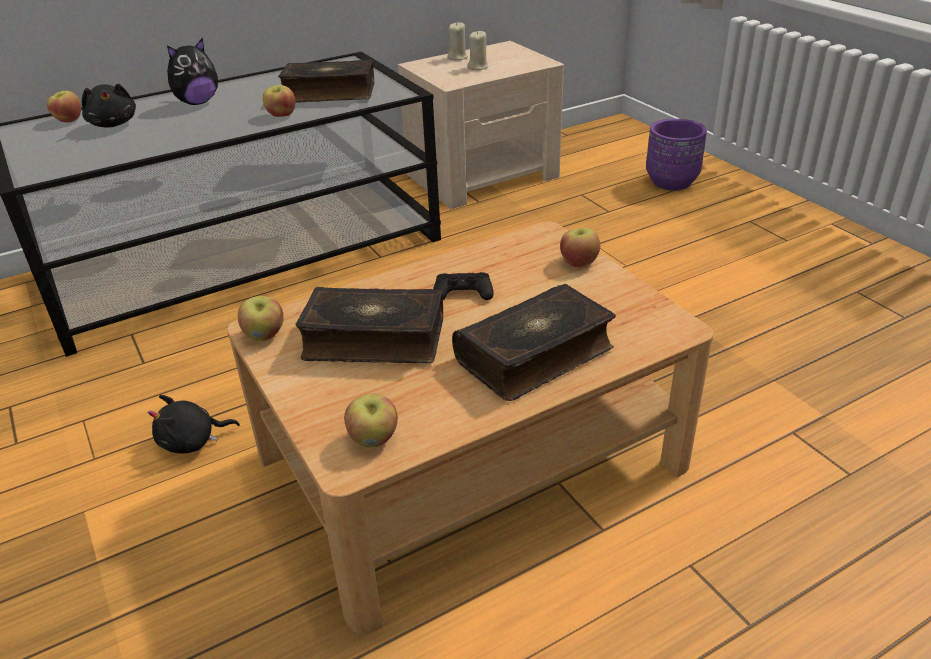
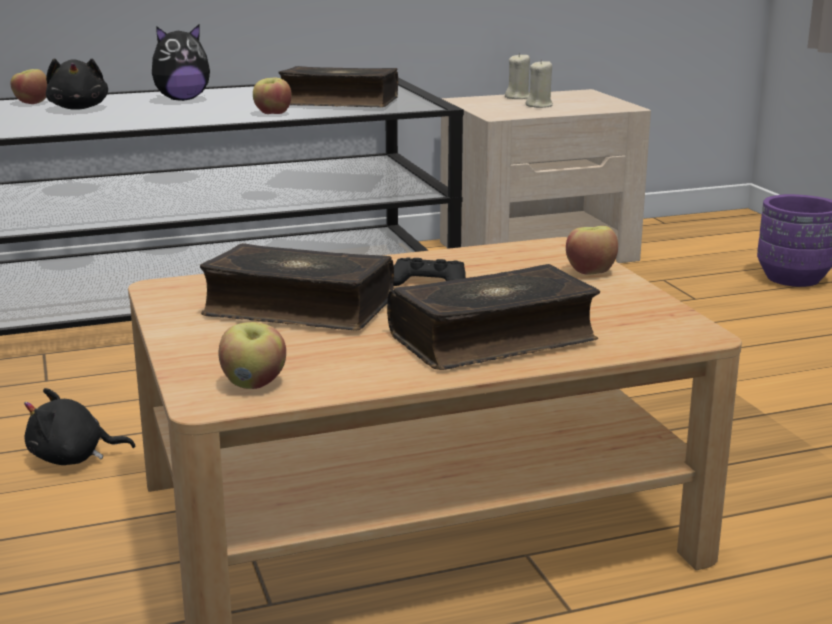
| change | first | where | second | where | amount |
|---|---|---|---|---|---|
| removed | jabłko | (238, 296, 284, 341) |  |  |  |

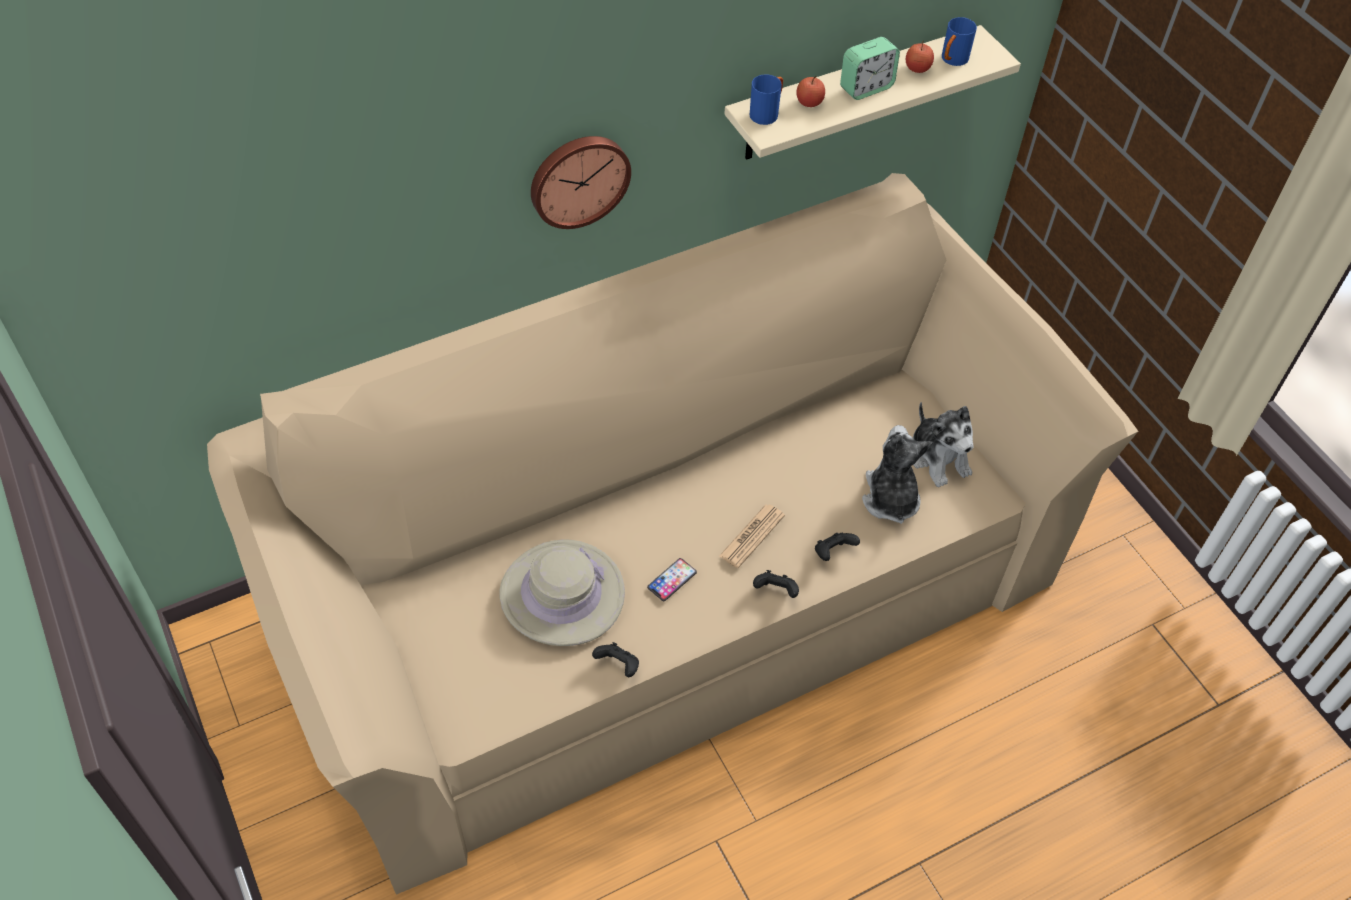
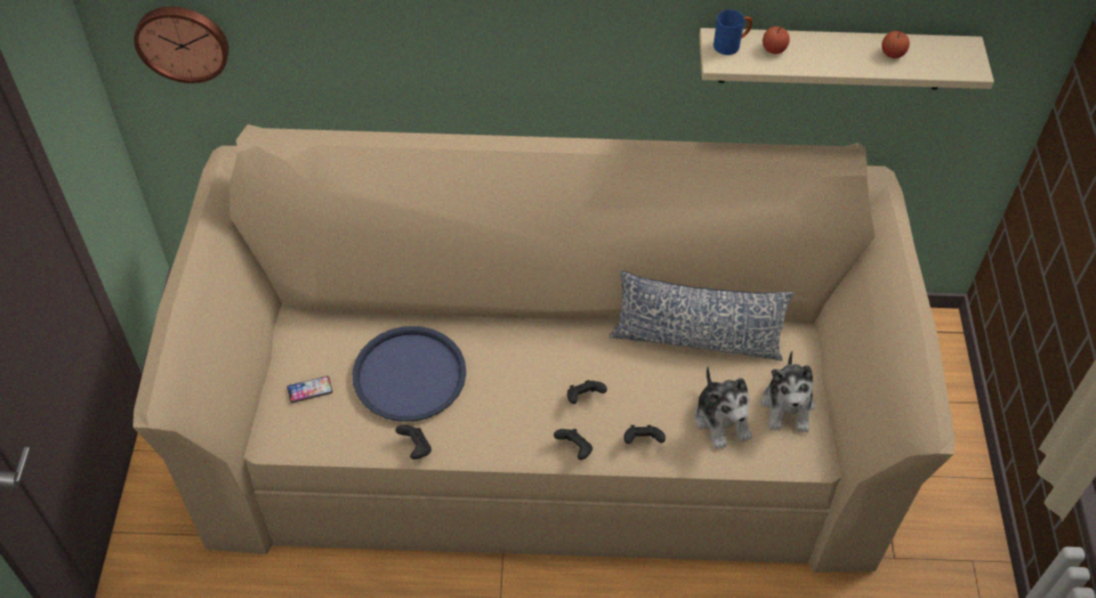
| change | first | where | second | where | amount |
|---|---|---|---|---|---|
| moved | zegar ścienny | (531, 136, 631, 229) |  | (134, 7, 229, 83) |  |
| moved | telefon | (647, 558, 697, 601) |  | (287, 376, 333, 403) |  |
| replaced | kapelusz (beżowy) | (499, 539, 625, 646) | taca (niebieski) | (352, 326, 466, 422) |  |
| replaced | gazeta | (719, 504, 785, 568) | pad do gier (czarny) | (567, 380, 607, 404) |  |
| added |  |  | poduszka | (609, 271, 794, 361) |  |
| turned | pluszak | (862, 425, 932, 524) |  | (694, 366, 752, 450) | 135 degrees clockwise |
| removed | budzik | (840, 37, 900, 100) |  |  |  |
| removed | kubek (niebieski) | (942, 17, 977, 66) |  |  |  |

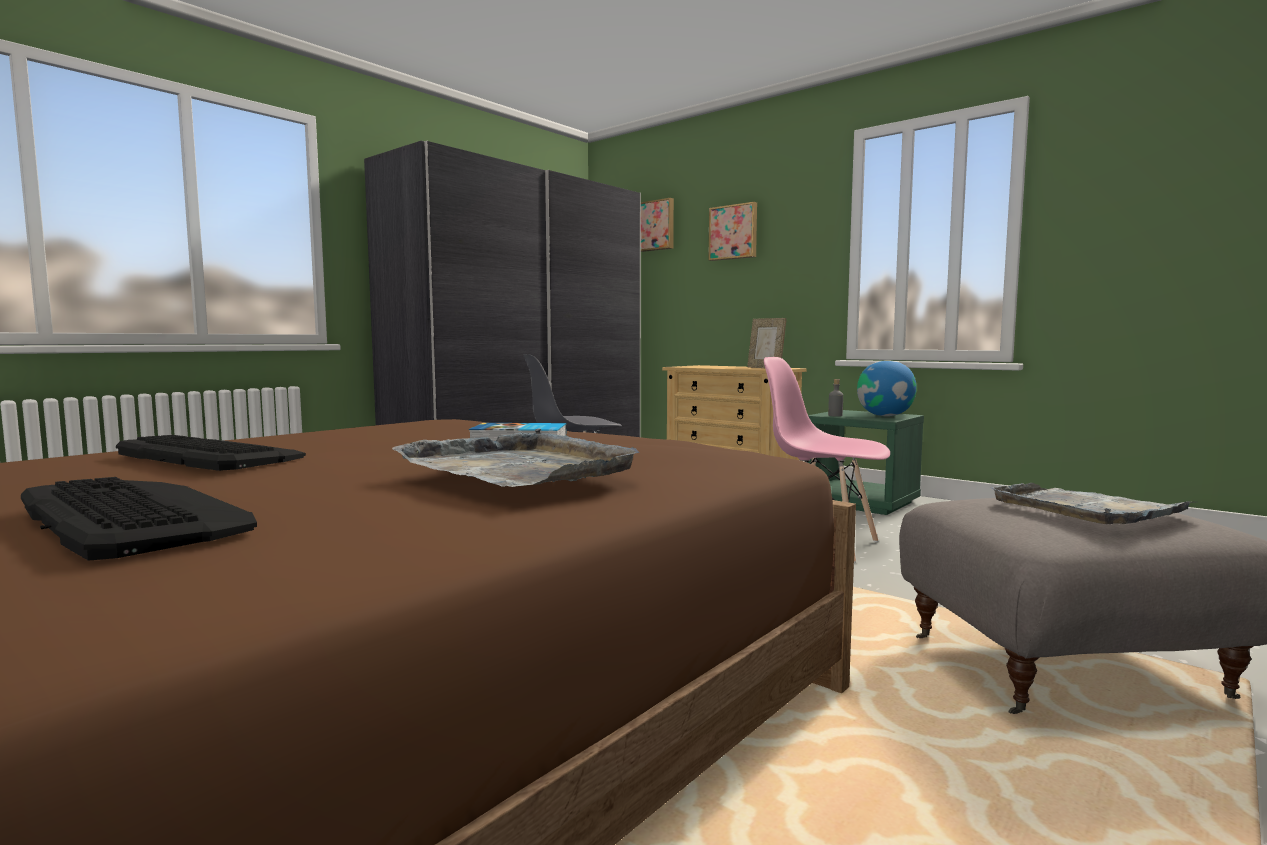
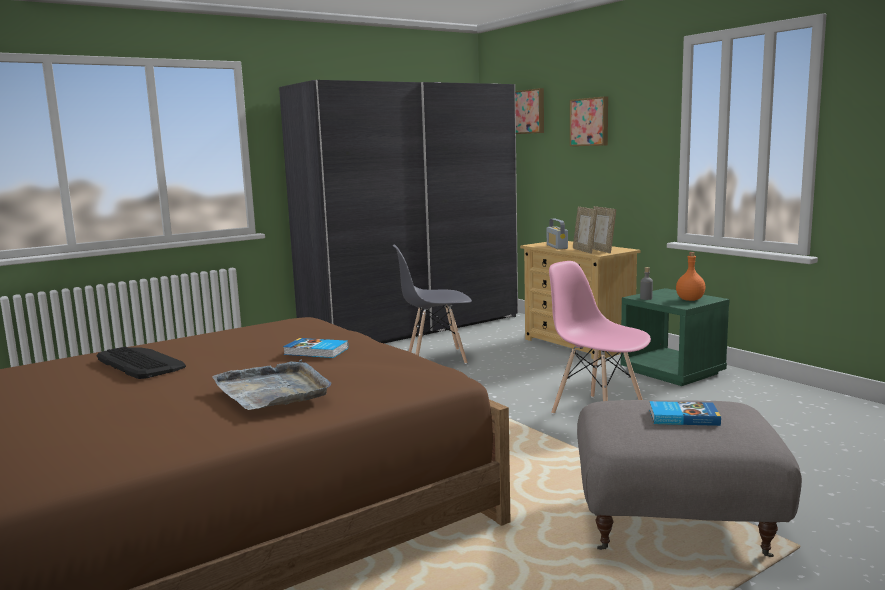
| change | first | where | second | where | amount |
|---|---|---|---|---|---|
| added |  |  | radio | (547, 219, 568, 249) |  |
| added |  |  | ramka na zdjęcie | (573, 207, 597, 254) |  |
| replaced | taca (szary) | (990, 483, 1196, 524) | książka | (649, 401, 721, 426) |  |
| replaced | globus | (857, 360, 917, 416) | butelka (pomarańczowy) | (676, 252, 706, 301) |  |
| removed | klawiatura | (21, 477, 257, 561) |  |  |  |

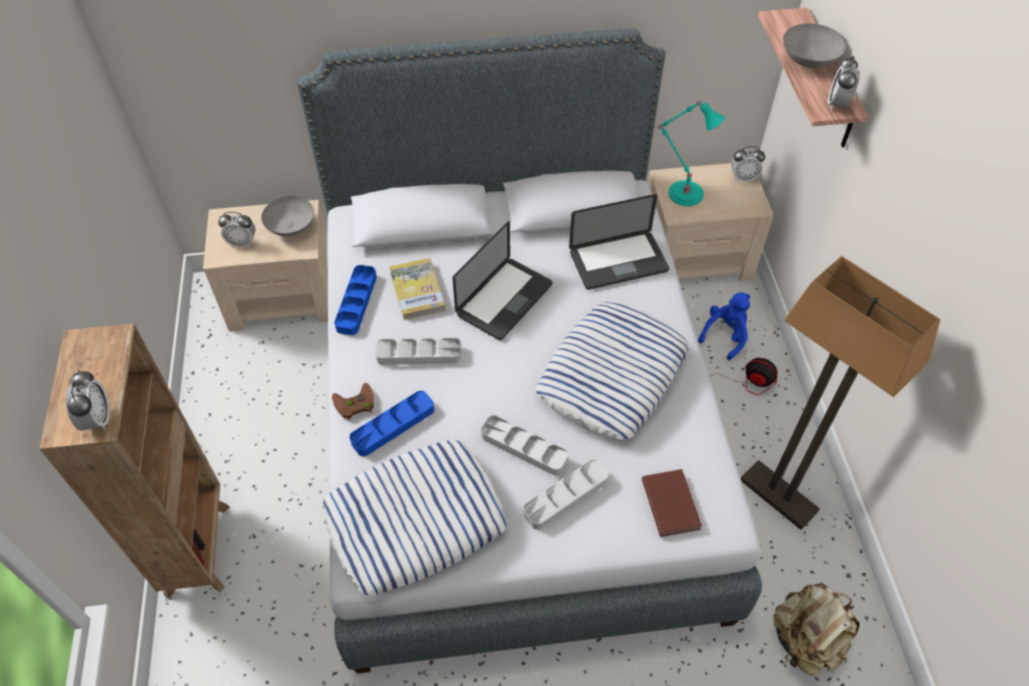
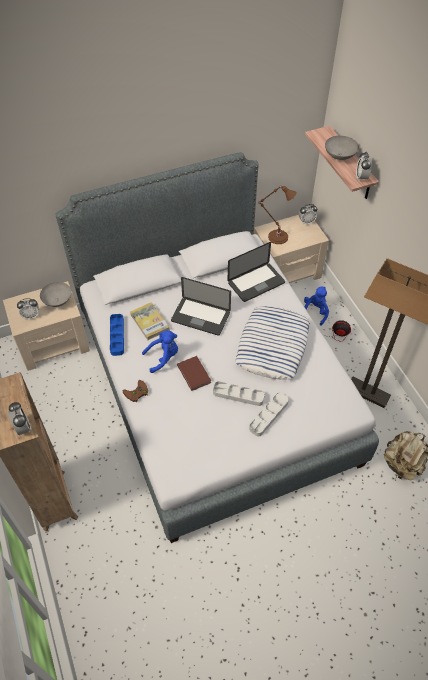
| change | first | where | second | where | amount |
|---|---|---|---|---|---|
| replaced | taca (szary) | (375, 338, 462, 365) | pluszak (niebieski) | (142, 330, 178, 373) |  |
| turned | laptop | (453, 221, 552, 340) |  | (171, 277, 231, 336) | 90 degrees clockwise |
| moved | książka (brązowy) | (642, 469, 702, 537) |  | (177, 356, 211, 391) |  |
| recoloured | lampa stołowa (turkusowy) | (657, 100, 725, 206) | lampa stołowa (brązowy) | (258, 185, 296, 244) |  |
| removed | poduszka | (323, 440, 507, 596) |  |  |  |
| removed | taca (niebieski) | (350, 391, 434, 456) |  |  |  |

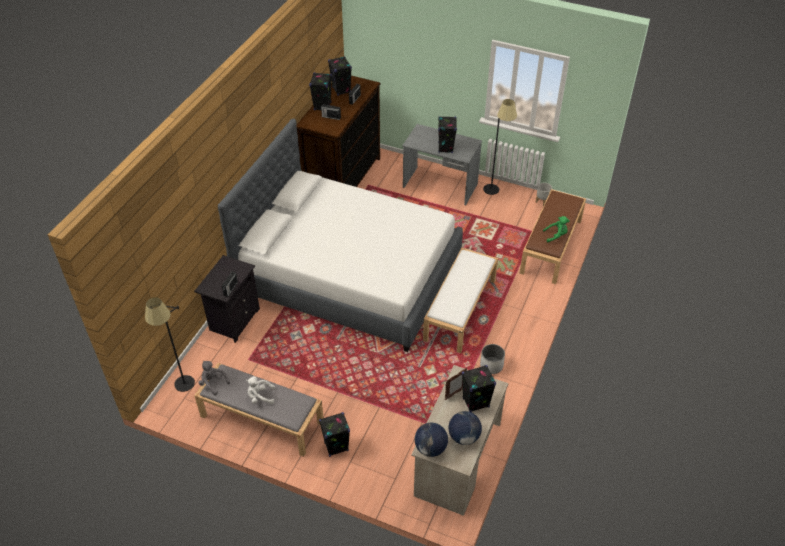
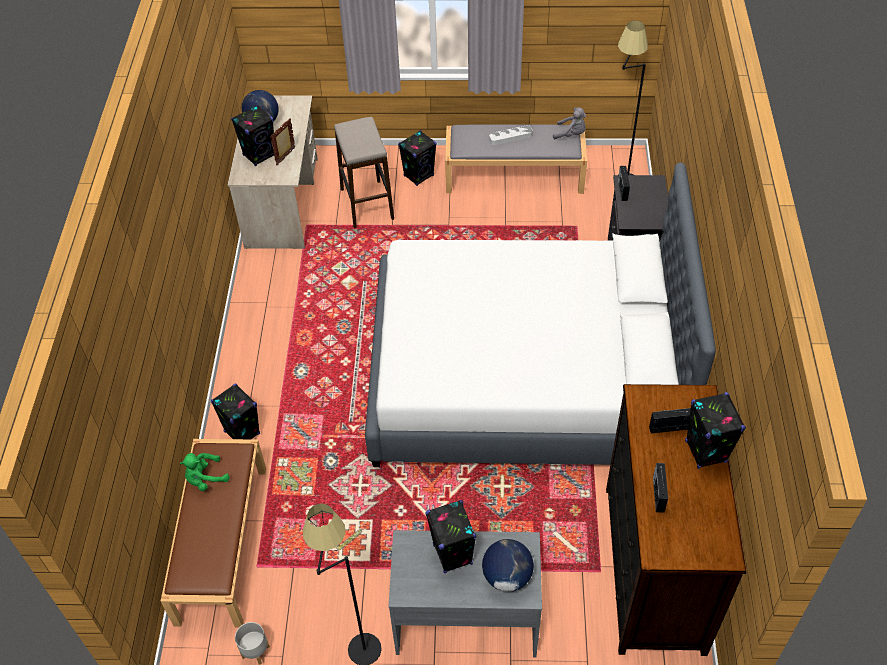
| change | first | where | second | where | amount |
|---|---|---|---|---|---|
| moved | głośnik (czarny) | (328, 56, 352, 96) |  | (211, 384, 260, 439) |  |
| added |  |  | stołek | (334, 117, 394, 228) |  |
| moved | globus | (414, 422, 448, 457) |  | (482, 539, 534, 592) |  |
| replaced | pluszak (biały) | (246, 376, 275, 404) | taca (szary) | (489, 125, 533, 145) |  |
| removed | ławka (biały) | (423, 248, 498, 353) |  |  |  |
| removed | donica (biały) | (480, 344, 505, 374) |  |  |  |

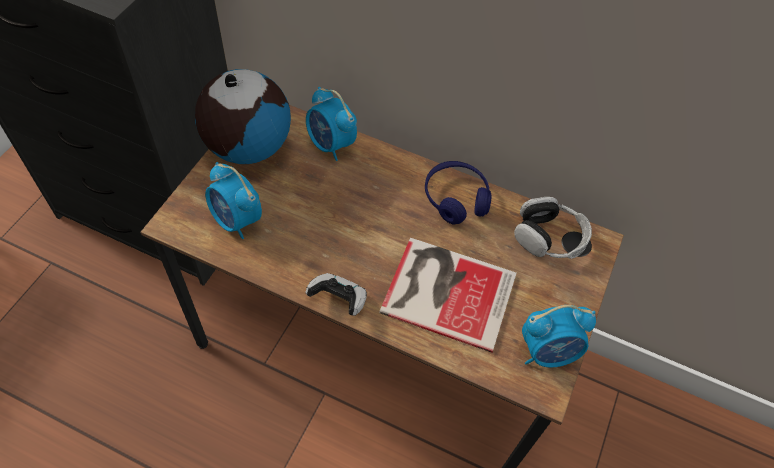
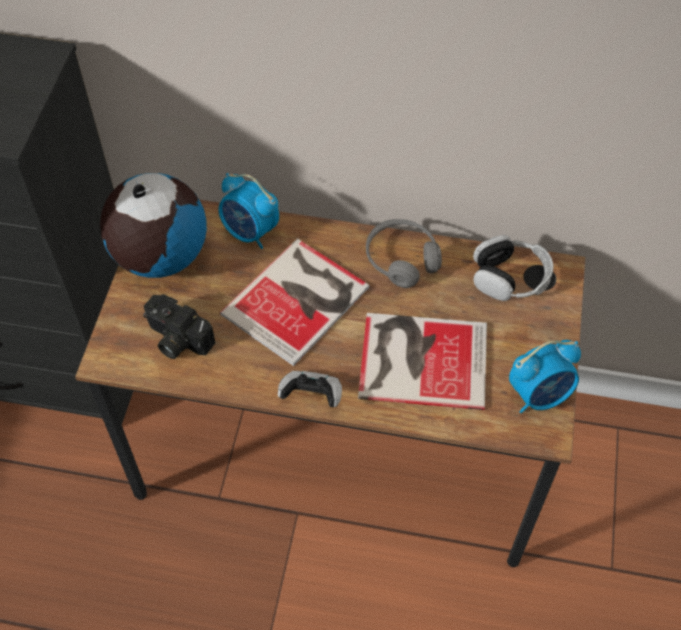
| change | first | where | second | where | amount |
|---|---|---|---|---|---|
| replaced | budzik | (205, 162, 262, 239) | aparat fotograficzny | (143, 294, 215, 359) |  |
| added |  |  | książka | (220, 238, 369, 366) |  |
| recoloured | słuchawki (niebieski) | (425, 161, 492, 224) | słuchawki (szary) | (366, 219, 442, 288) |  |

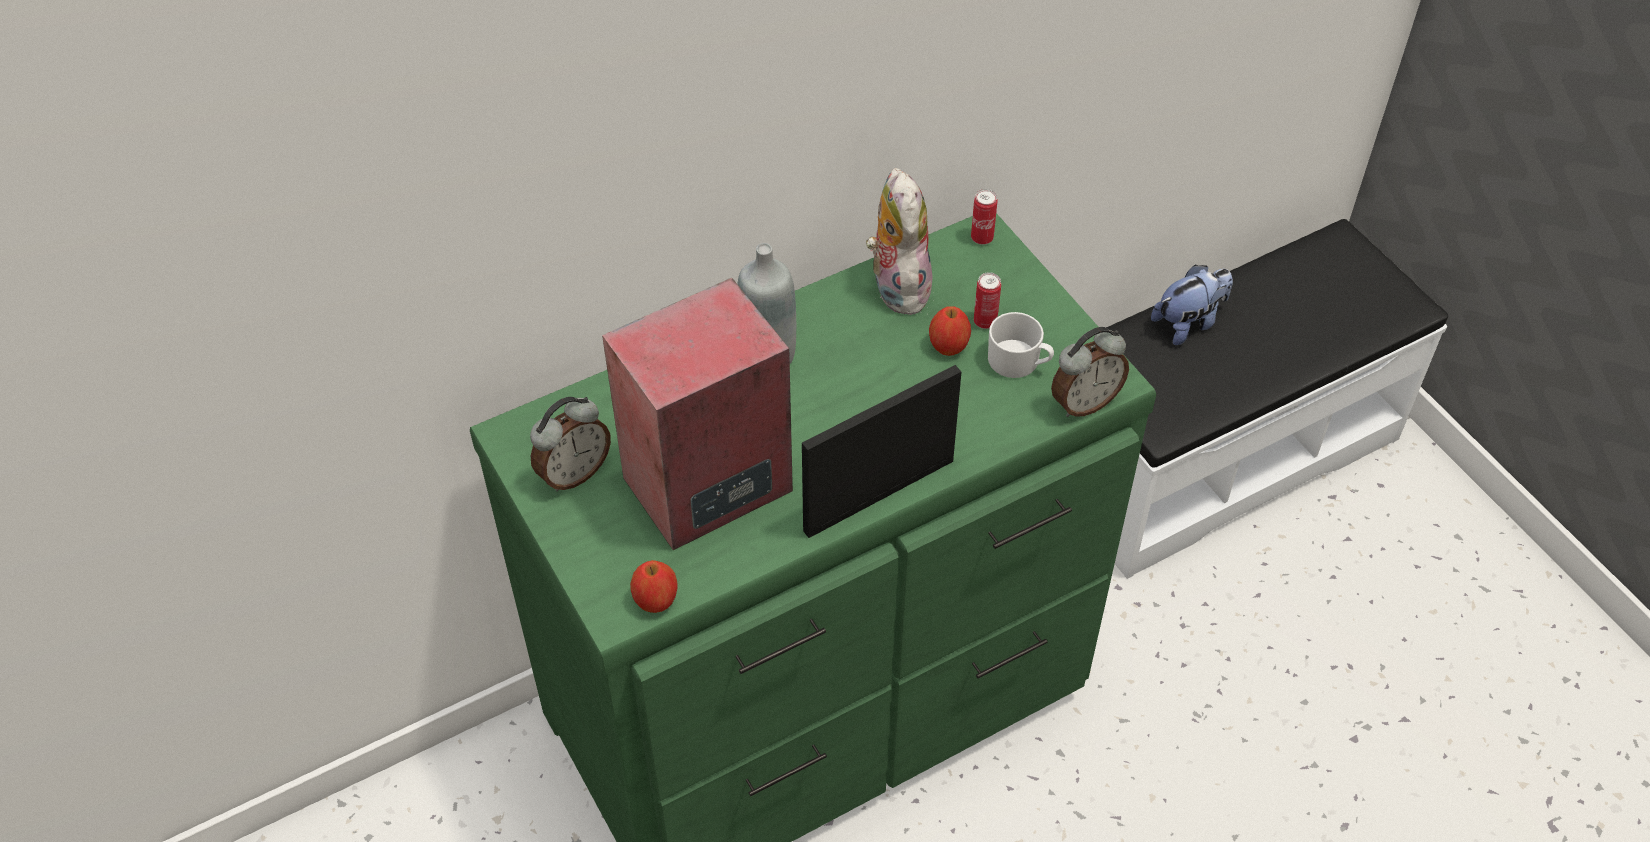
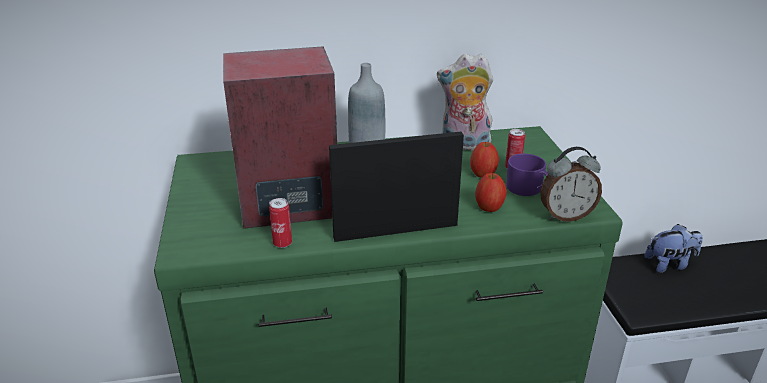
| change | first | where | second | where | amount |
|---|---|---|---|---|---|
| moved | puszka | (971, 189, 998, 245) |  | (269, 198, 292, 248) |  |
| turned | pluszak | (866, 168, 932, 315) |  | (437, 54, 493, 151) | 90 degrees counterclockwise |
| moved | jabłko | (630, 560, 678, 613) |  | (475, 173, 507, 212) |  |
| recoloured | kubek (biały) | (988, 312, 1054, 378) | kubek (fioletowy) | (506, 154, 548, 196) |  |
| removed | budzik | (530, 397, 611, 492) |  |  |  |

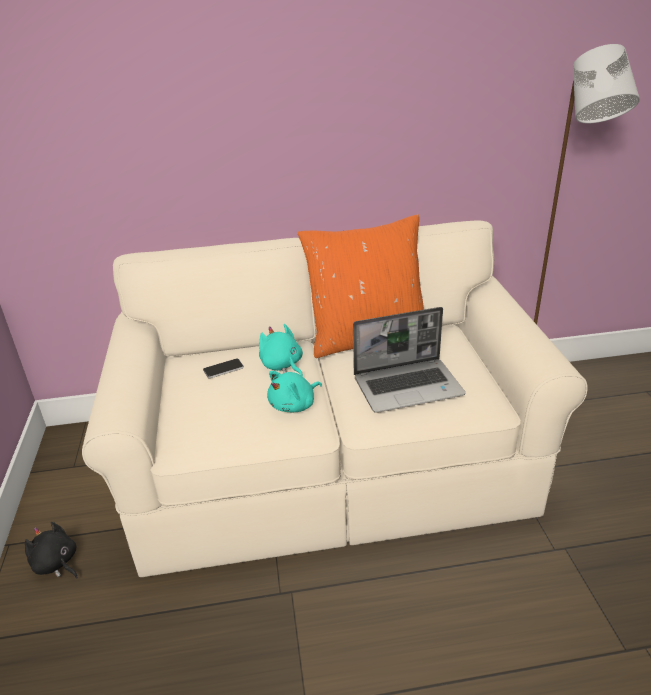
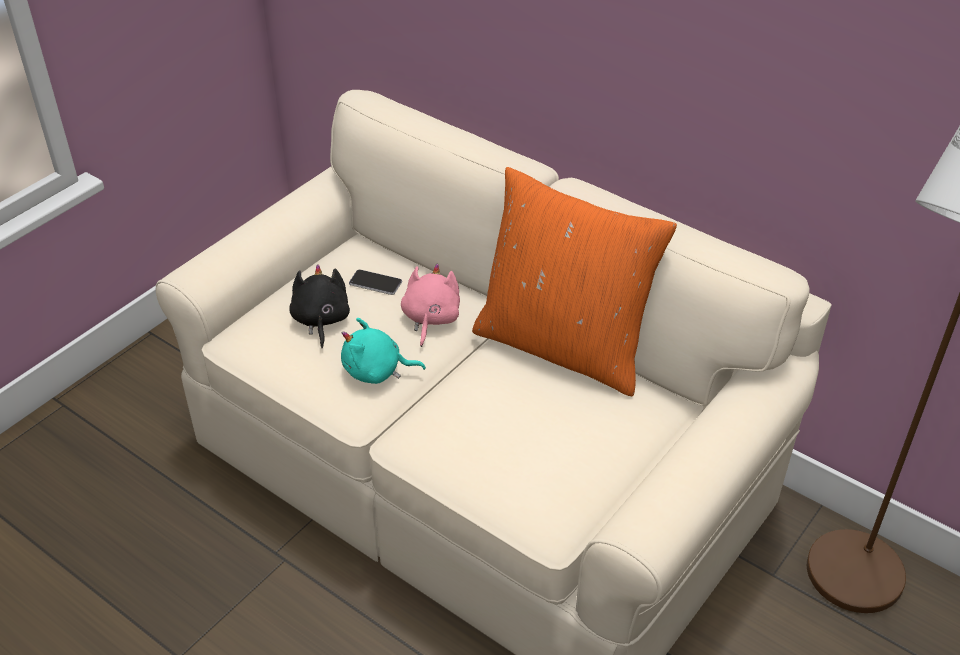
| change | first | where | second | where | amount |
|---|---|---|---|---|---|
| moved | pluszak (czarny) | (25, 522, 78, 579) |  | (289, 264, 350, 349) |  |
| recoloured | pluszak (turkusowy) | (259, 324, 303, 376) | pluszak (różowy) | (401, 264, 460, 347) |  |
| removed | laptop | (353, 307, 466, 413) |  |  |  |

